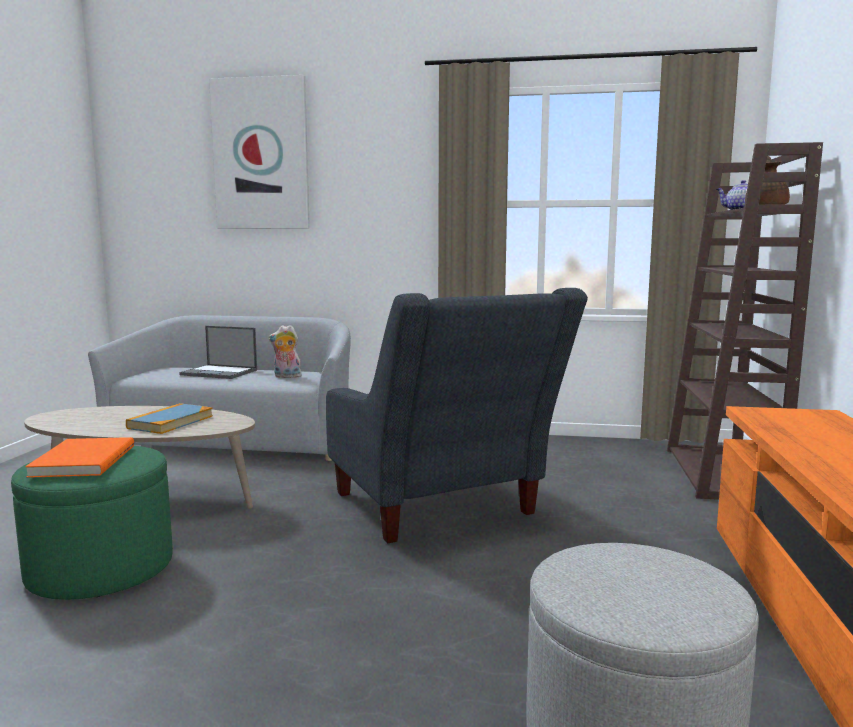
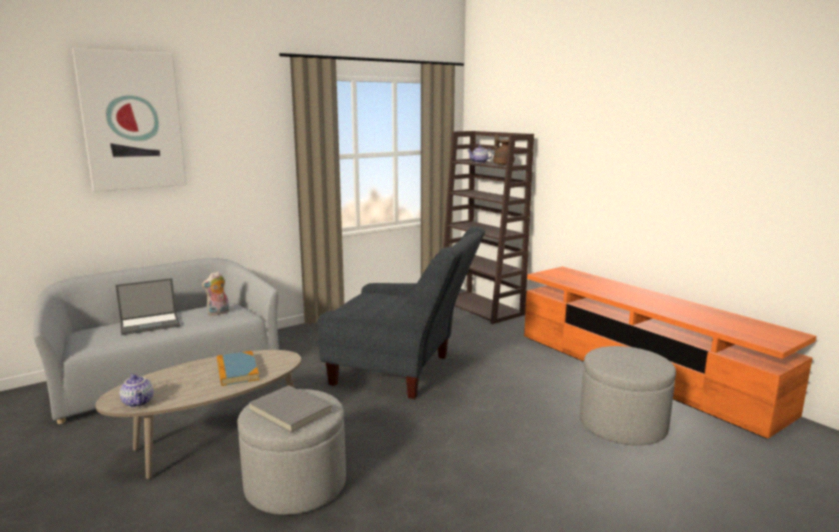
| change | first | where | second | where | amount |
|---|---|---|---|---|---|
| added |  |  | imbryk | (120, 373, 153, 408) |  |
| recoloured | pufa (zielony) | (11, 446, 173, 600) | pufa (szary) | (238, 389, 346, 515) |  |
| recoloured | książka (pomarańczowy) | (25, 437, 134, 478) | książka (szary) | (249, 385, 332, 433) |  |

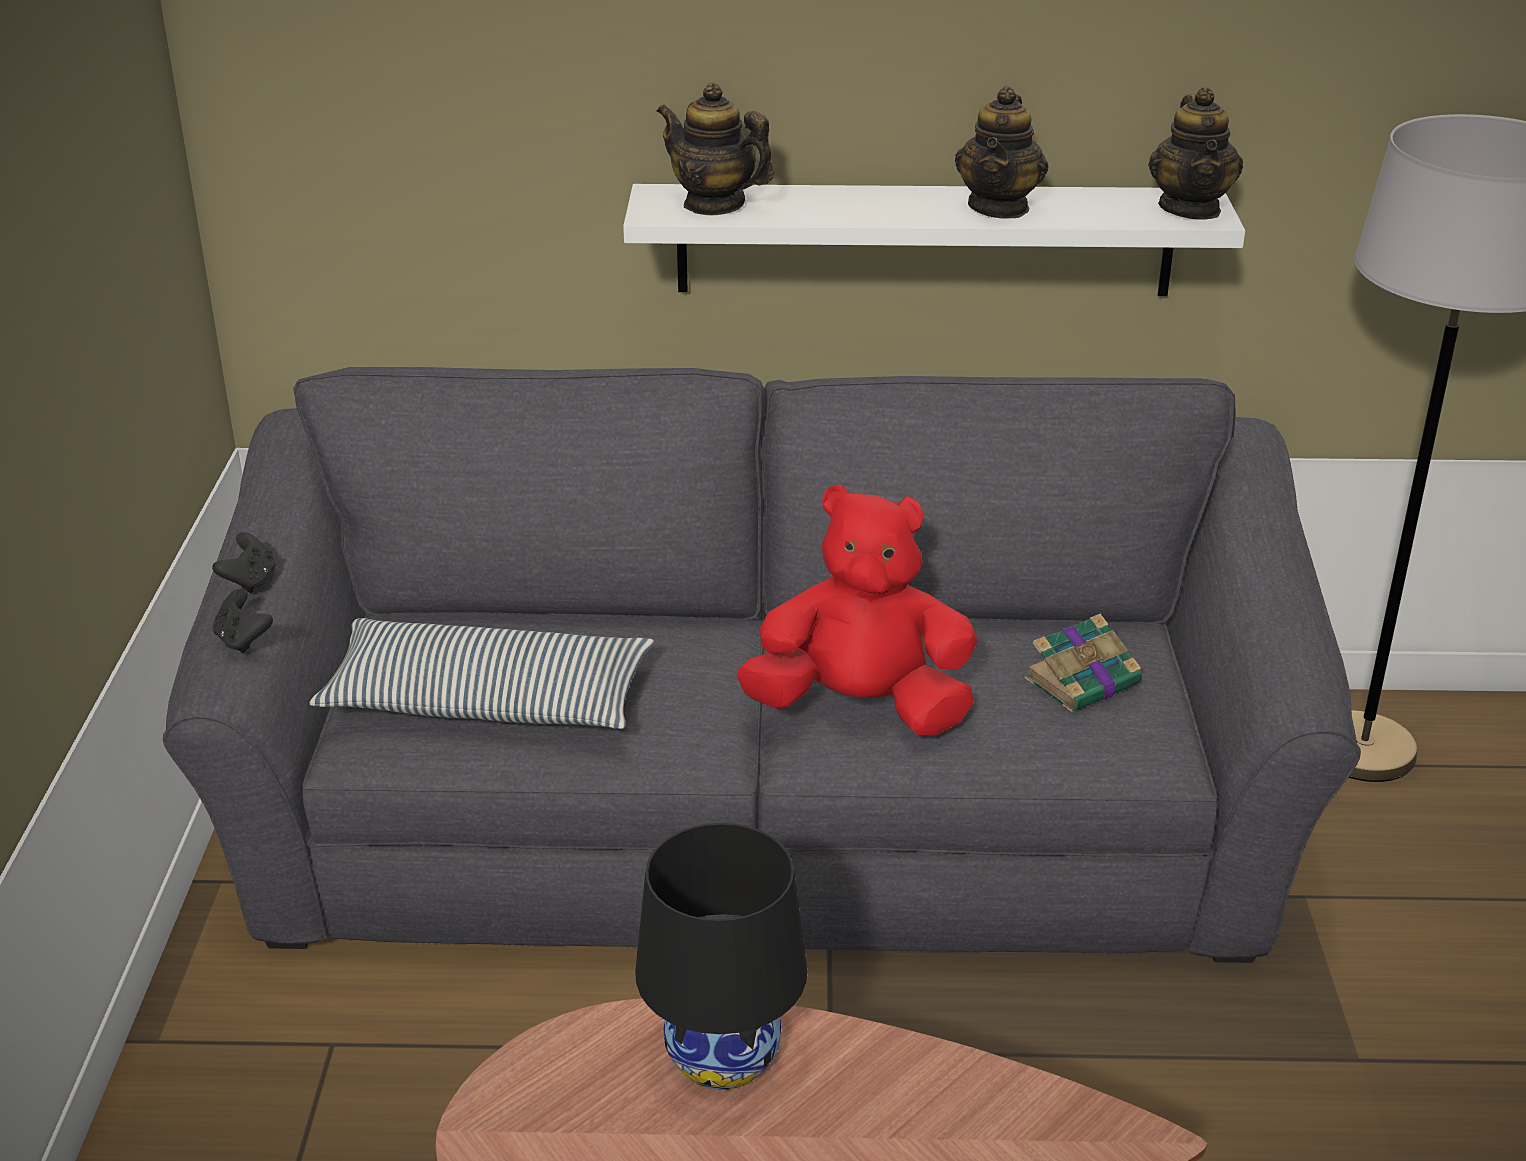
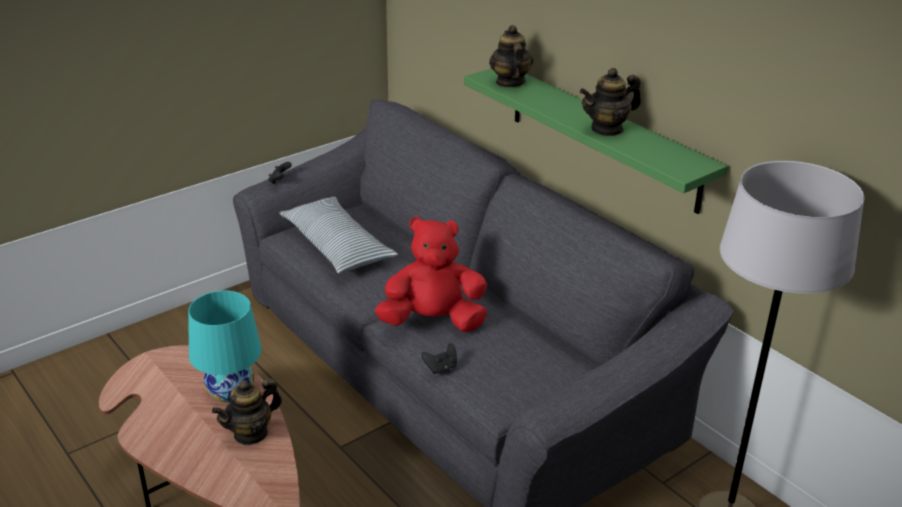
| change | first | where | second | where | amount |
|---|---|---|---|---|---|
| recoloured | lampa stołowa (czarny) | (635, 823, 807, 1090) | lampa stołowa (turkusowy) | (188, 291, 262, 403) |  |
| moved | imbryk | (1148, 87, 1243, 220) |  | (212, 378, 282, 446) |  |
| turned | pluszak (czerwony) | (737, 485, 977, 736) |  | (375, 217, 487, 332) | 60 degrees counterclockwise |
| moved | pad do gier (czarny) | (212, 532, 276, 593) |  | (422, 343, 457, 374) |  |
| recoloured | półka (biały) | (623, 184, 1245, 296) | półka (zielony) | (464, 68, 728, 214) |  |
| removed | książka | (1025, 614, 1145, 712) |  |  |  |

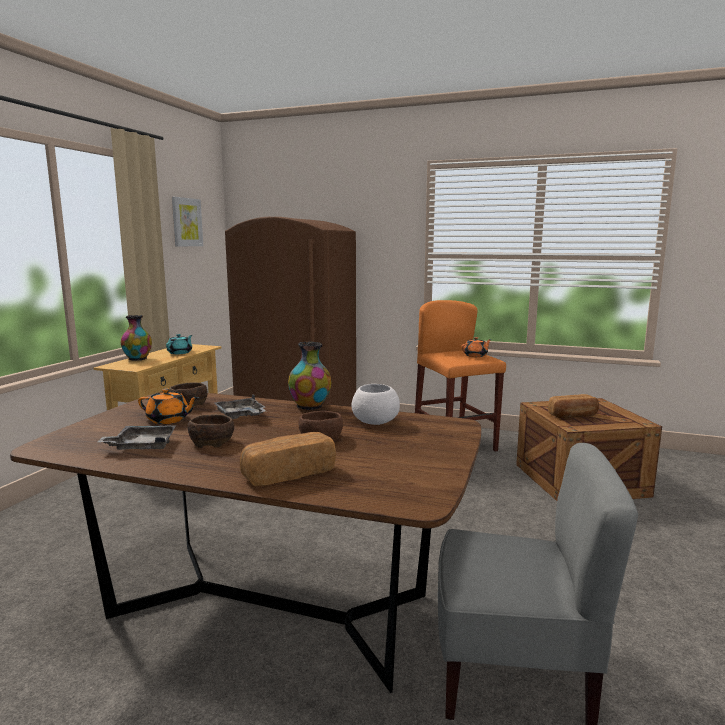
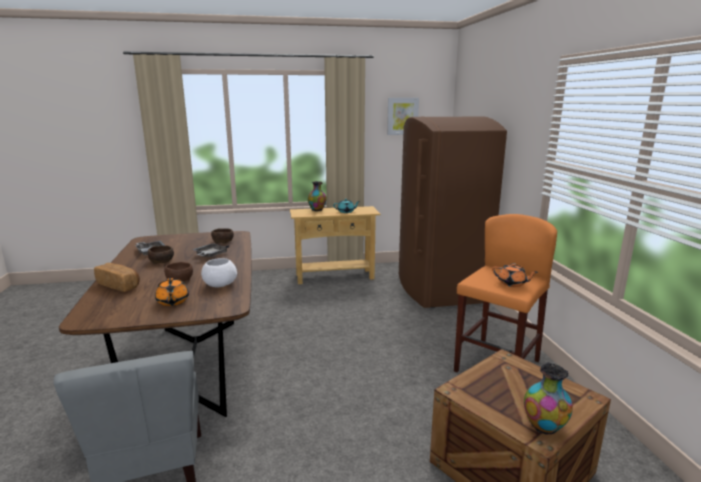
| change | first | where | second | where | amount |
|---|---|---|---|---|---|
| moved | imbryk (pomarańczowy) | (138, 388, 199, 424) |  | (155, 278, 189, 306) |  |
| moved | wazon | (288, 341, 331, 410) |  | (524, 362, 573, 435) |  |
| removed | chleb | (548, 394, 599, 418) |  |  |  |

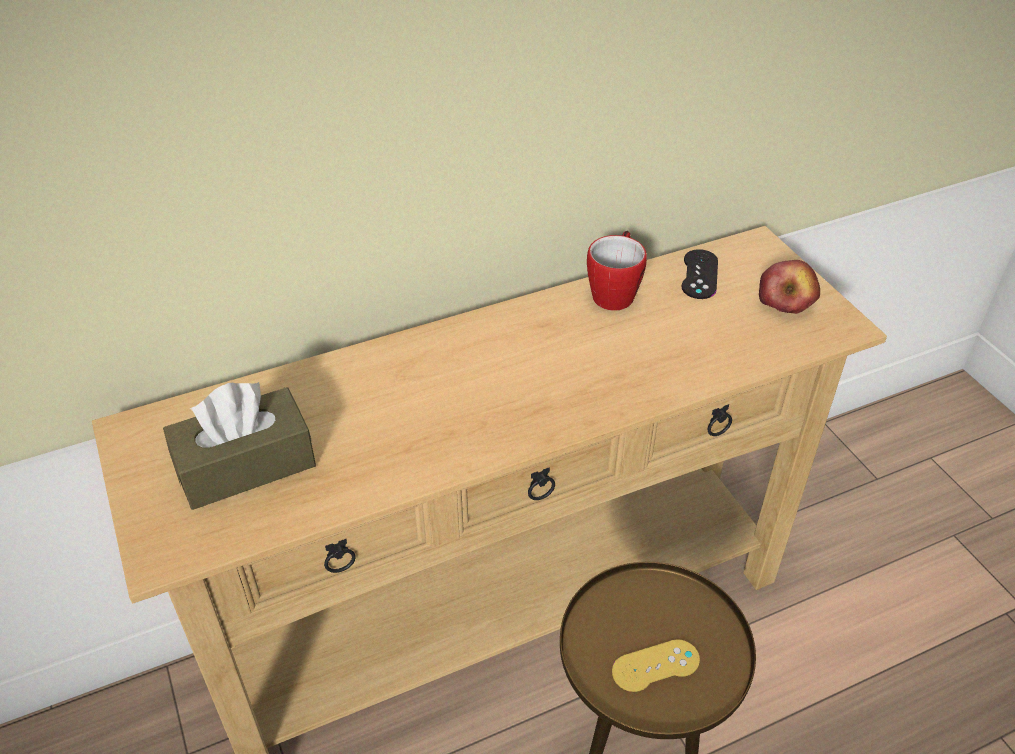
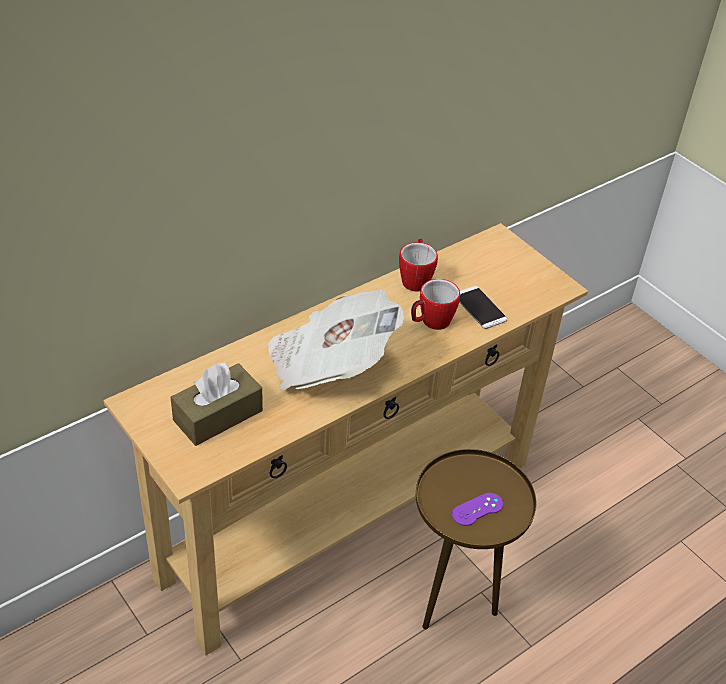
| change | first | where | second | where | amount |
|---|---|---|---|---|---|
| added |  |  | gazeta | (268, 289, 404, 391) |  |
| added |  |  | kubek | (411, 279, 460, 330) |  |
| recoloured | pad do gier (żółty) | (612, 639, 700, 692) | pad do gier (fioletowy) | (452, 493, 503, 526) |  |
| added |  |  | telefon | (459, 286, 508, 329) |  |
| removed | pad do gier (czarny) | (681, 249, 718, 299) |  |  |  |
| removed | jabłko | (759, 260, 820, 314) |  |  |  |

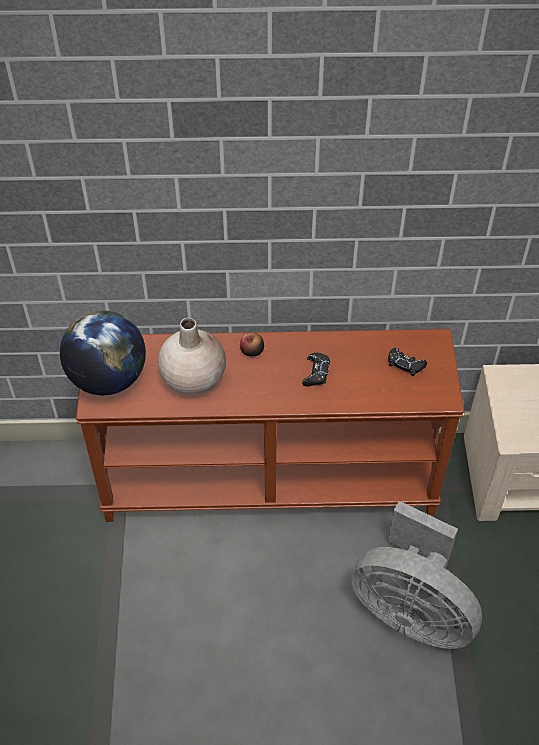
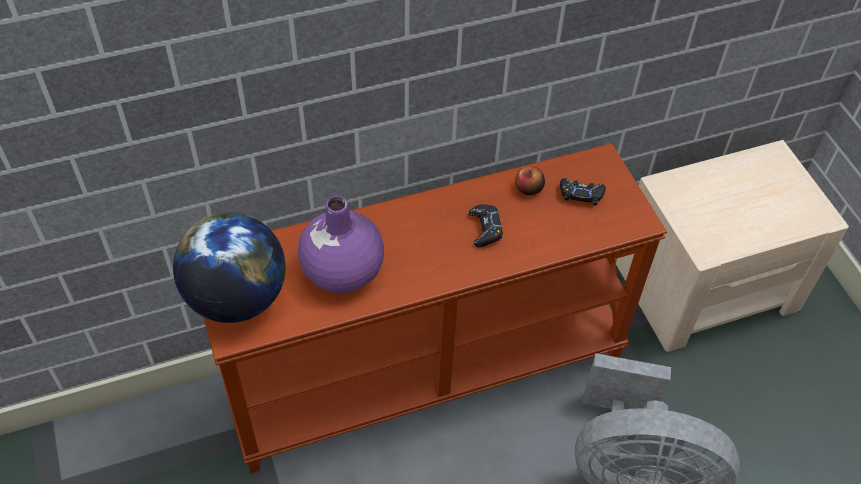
| change | first | where | second | where | amount |
|---|---|---|---|---|---|
| recoloured | wazon (beżowy) | (158, 318, 226, 395) | wazon (fioletowy) | (298, 196, 384, 294) |  |
| moved | jabłko | (240, 332, 264, 357) |  | (515, 166, 545, 195) |  |

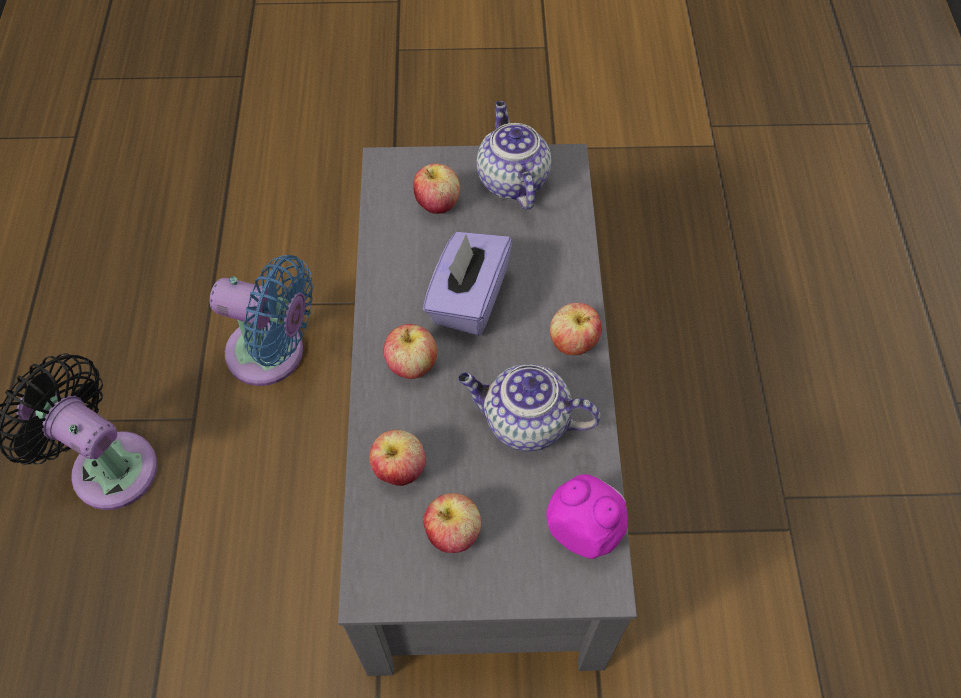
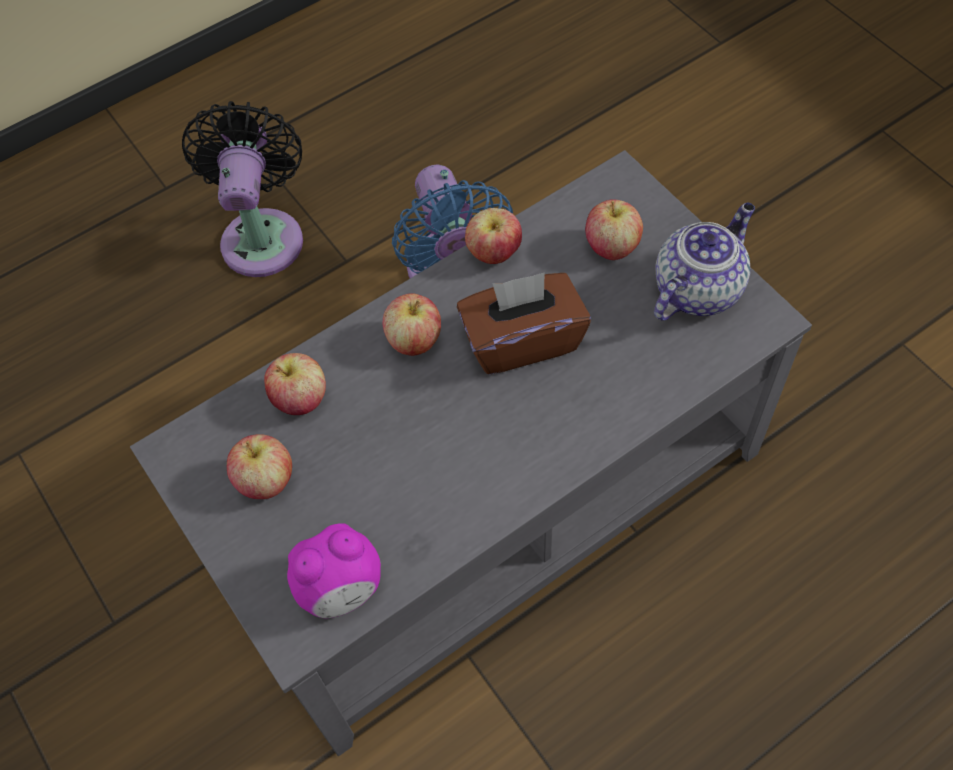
| change | first | where | second | where | amount |
|---|---|---|---|---|---|
| turned | budzik | (546, 474, 628, 559) |  | (287, 523, 381, 618) | 60 degrees clockwise |
| recoloured | pudełko chusteczek (fioletowy) | (423, 232, 513, 336) | pudełko chusteczek (brązowy) | (457, 273, 591, 375) |  |
| moved | jabłko | (550, 303, 602, 355) |  | (465, 208, 522, 264) |  |
| removed | imbryk | (458, 364, 601, 451) |  |  |  |

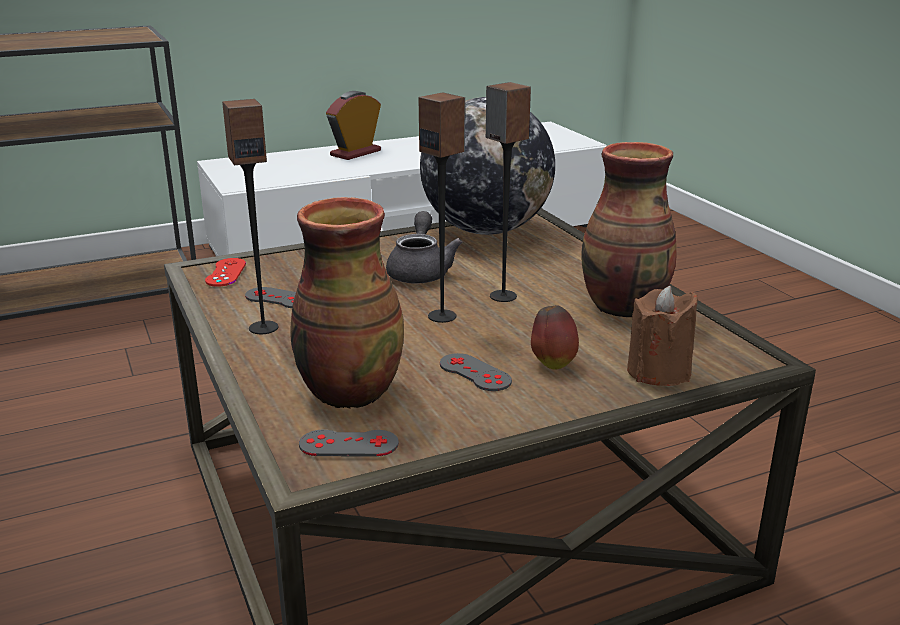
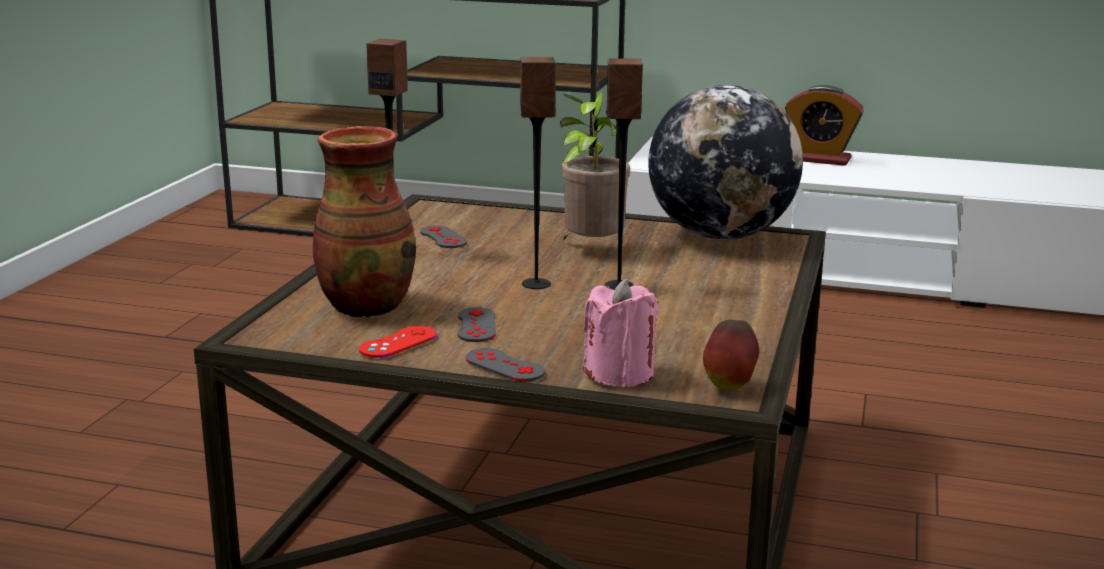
| change | first | where | second | where | amount |
|---|---|---|---|---|---|
| moved | pad do gier (czerwony) | (205, 258, 246, 287) |  | (359, 326, 437, 358) |  |
| moved | pad do gier (szary) | (299, 430, 399, 457) |  | (466, 348, 545, 381) |  |
| replaced | imbryk (szary) | (386, 211, 463, 284) | roślina doniczkowa | (560, 91, 630, 241) |  |
| recoloured | świeca (brązowy) | (627, 286, 698, 386) | świeca (różowy) | (583, 279, 659, 388) |  |
| moved | jabłko | (531, 305, 579, 369) |  | (703, 320, 759, 390) |  |
| turned | budzik | (326, 91, 381, 160) |  | (785, 85, 864, 166) | 150 degrees counterclockwise |
| removed | wazon | (581, 142, 677, 317) |  |  |  |

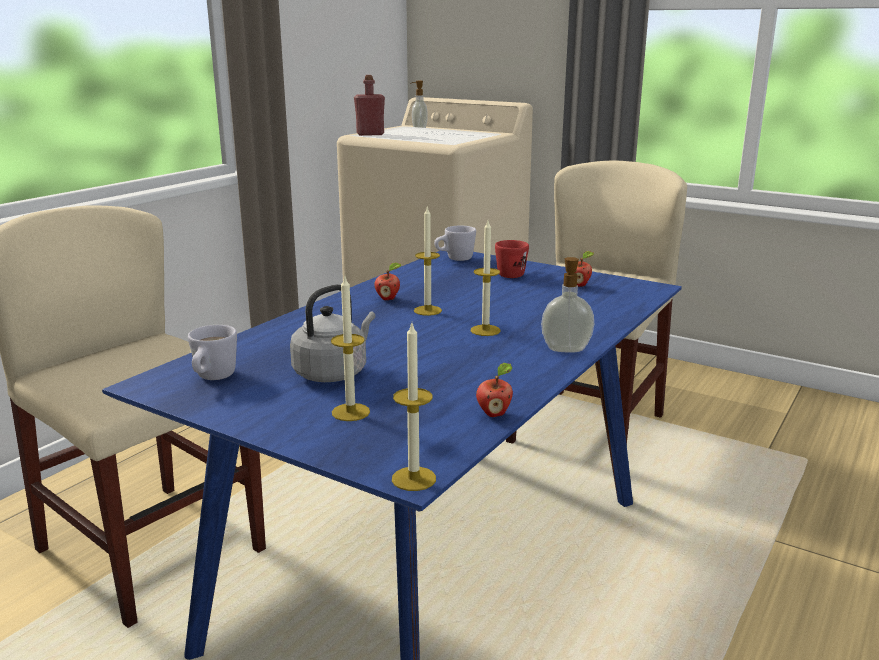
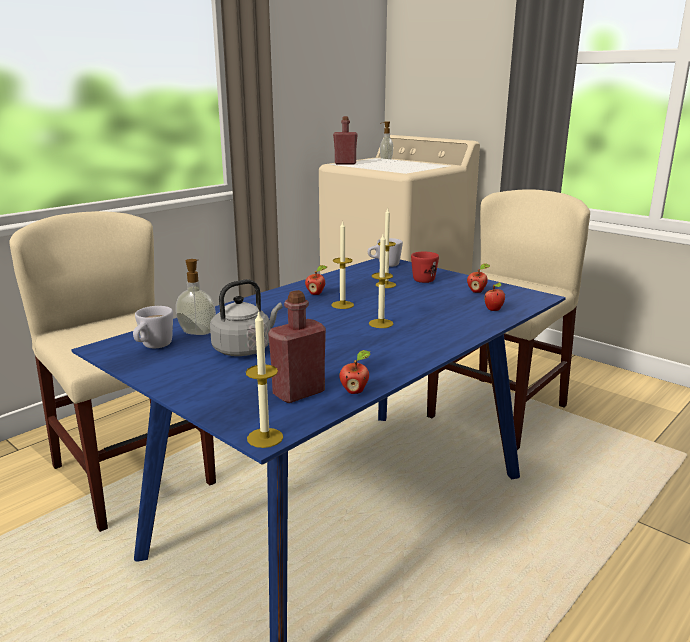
| change | first | where | second | where | amount |
|---|---|---|---|---|---|
| moved | dozownik mydła | (541, 257, 594, 352) |  | (176, 259, 216, 335) |  |
| added |  |  | butelka (czerwony) | (268, 290, 326, 403) |  |
| moved | świeca | (331, 277, 370, 421) |  | (376, 208, 396, 288) |  |
| added |  |  | jabłko | (484, 282, 505, 311) |  |

